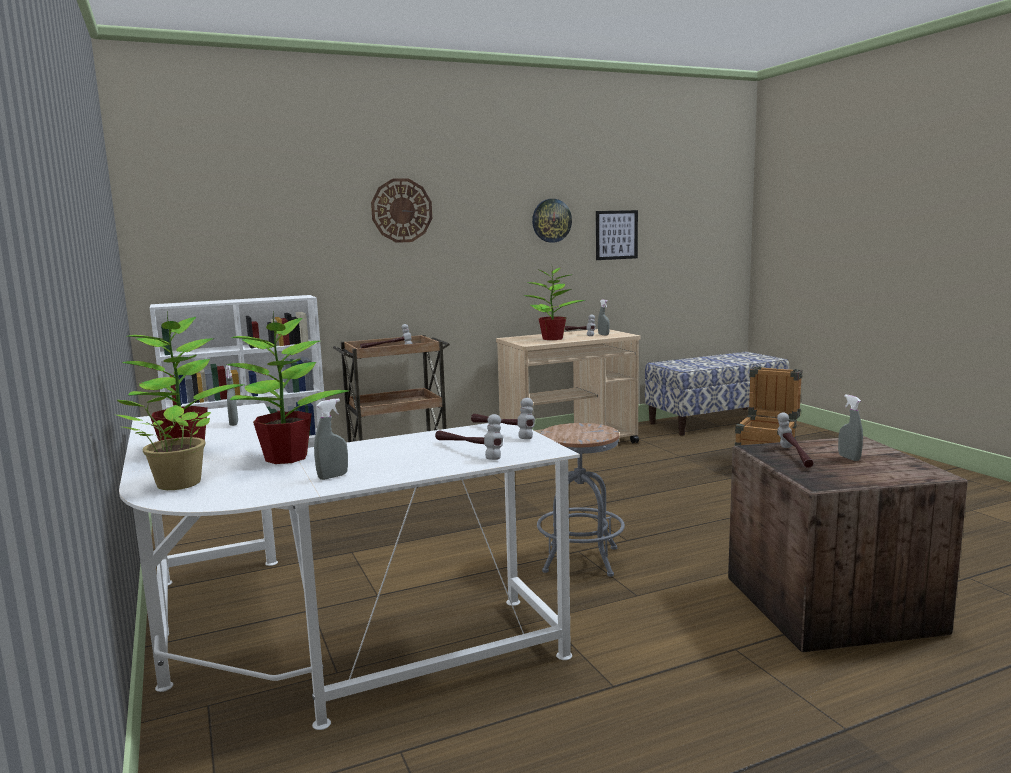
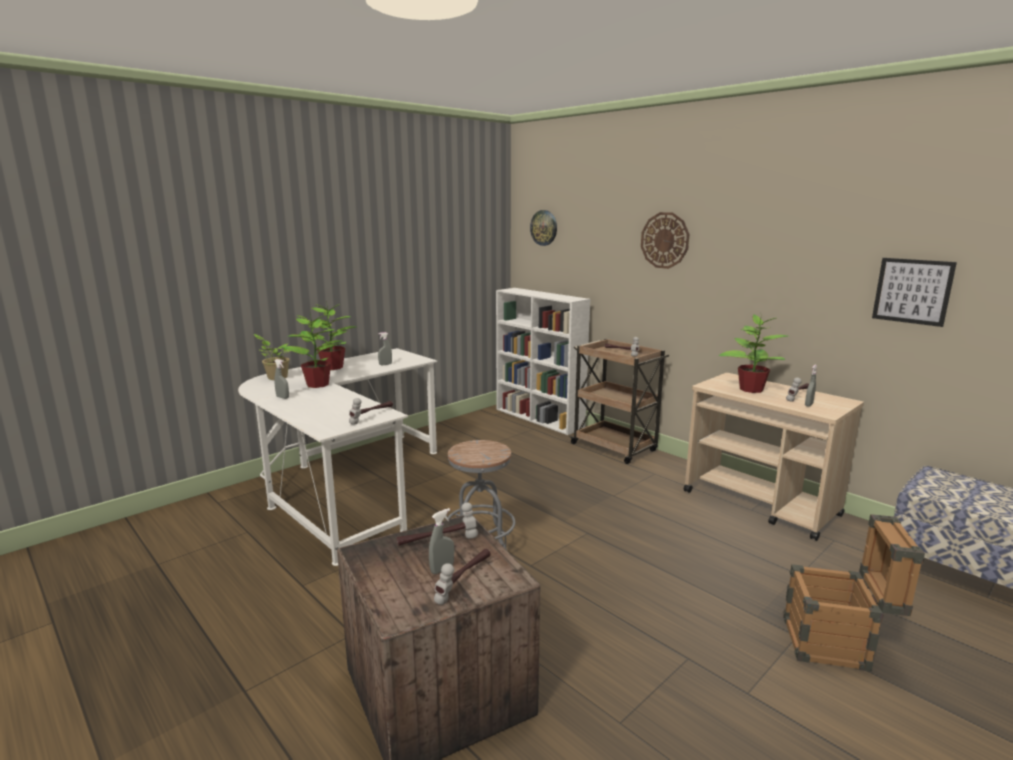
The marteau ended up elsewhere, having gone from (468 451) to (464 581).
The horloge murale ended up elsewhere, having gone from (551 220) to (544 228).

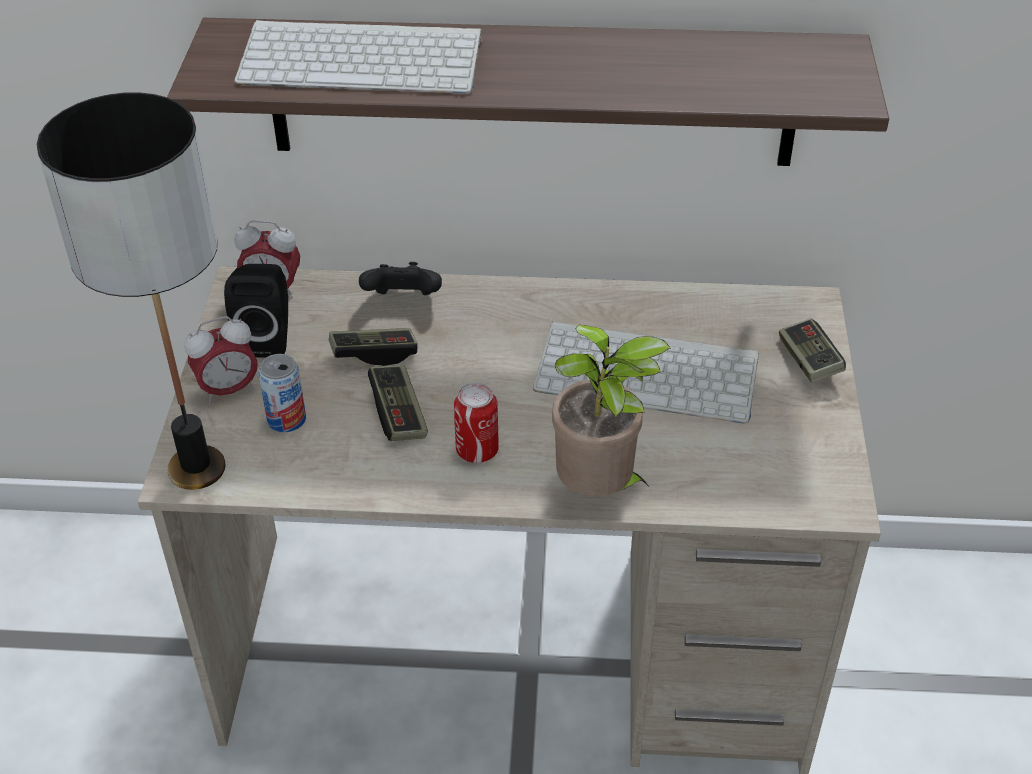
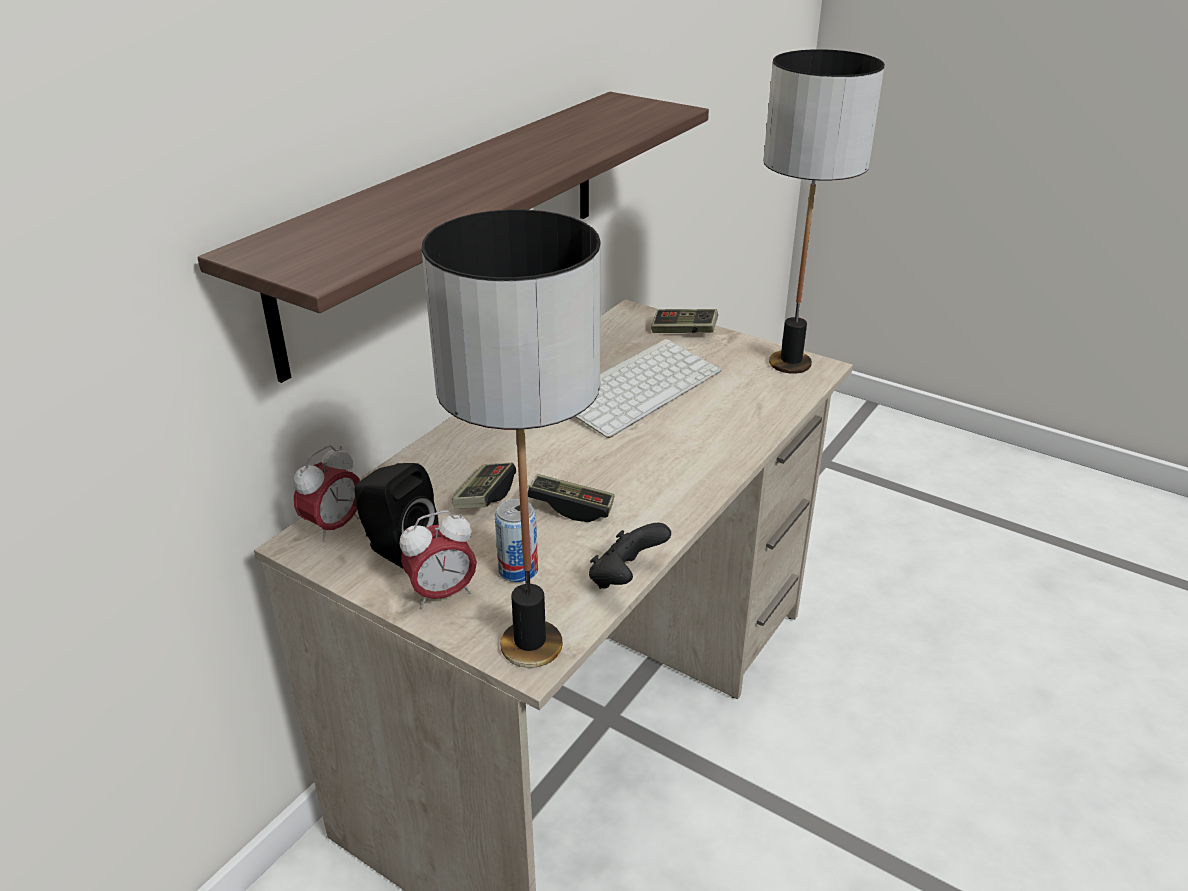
The second view lost the clavier at (365 59).
The second view lost the boîte métallique at (477 450).
The second view lost the plante en pot at (599 491).
The second view gained the lampe de table at (791 364).
The manette (noir) ended up elsewhere, having gone from (403 300) to (625 578).
The réveil at (228 390) ended up facing another way, 60 degrees clockwise from before.

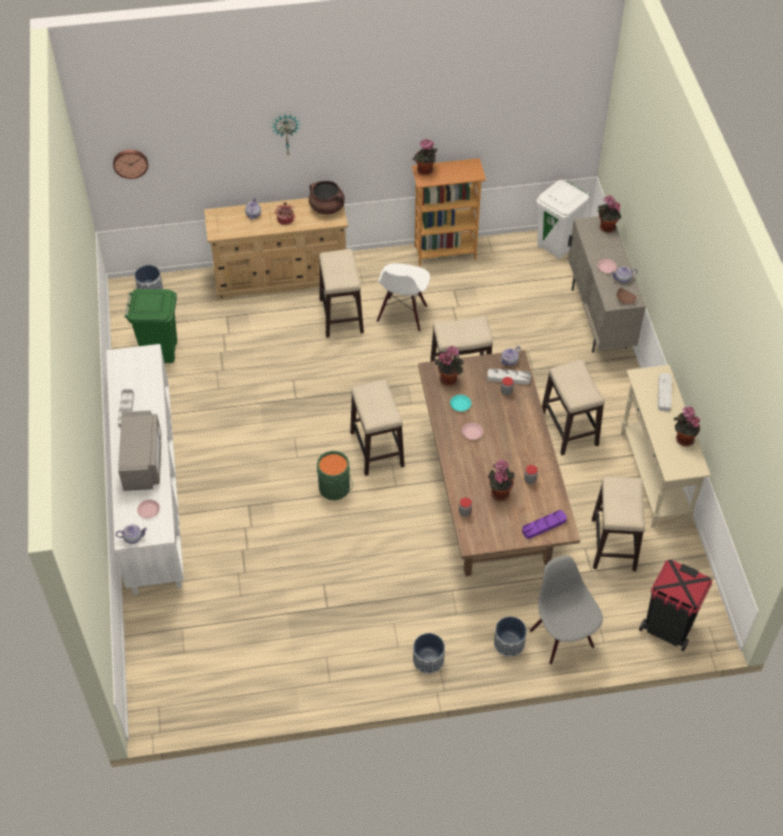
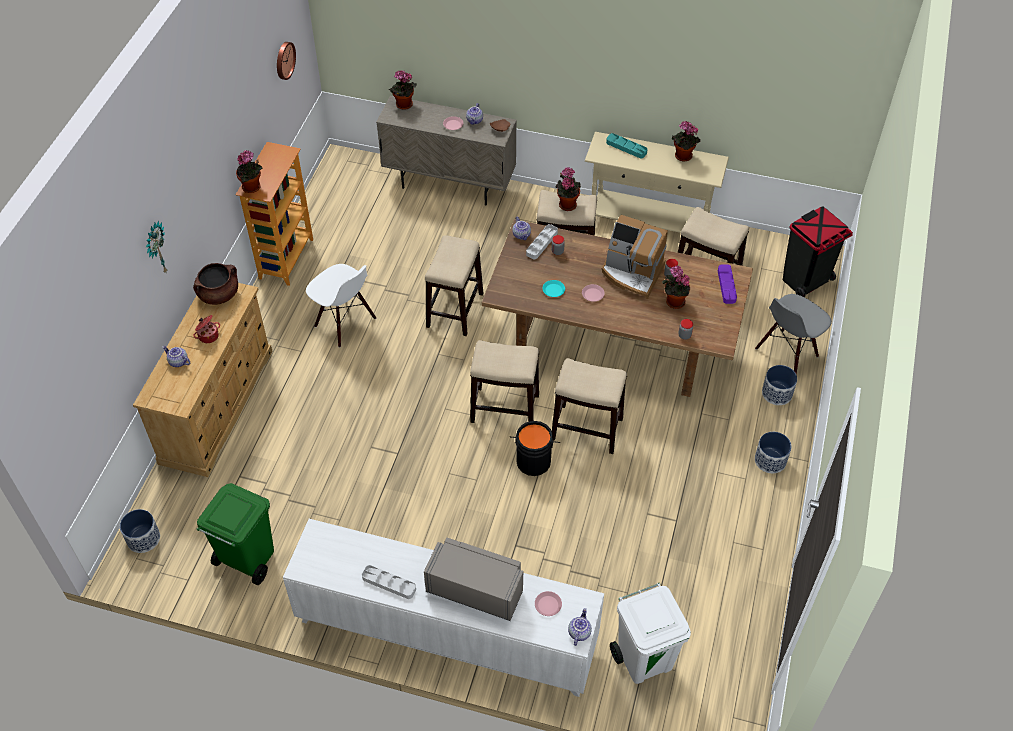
The second view gained the machine à café at (632 273).
The horloge murale ended up elsewhere, having gone from (130 162) to (284 60).
The tabouret ended up elsewhere, having gone from (341 315) to (586 429).
The plante en pot ended up elsewhere, having gone from (449 378) to (567 204).
The poubelle (blanc) ended up elsewhere, having gone from (557 246) to (645 659).
What was the seau (vert) at (336 487) turned into the seau (noir) at (534 460).
What was the plateau (gris) at (664 394) turned into the plateau (turquoise) at (626 147).
The chaise (gris) at (562 638) ended up facing another way, 45 degrees counterclockwise from before.

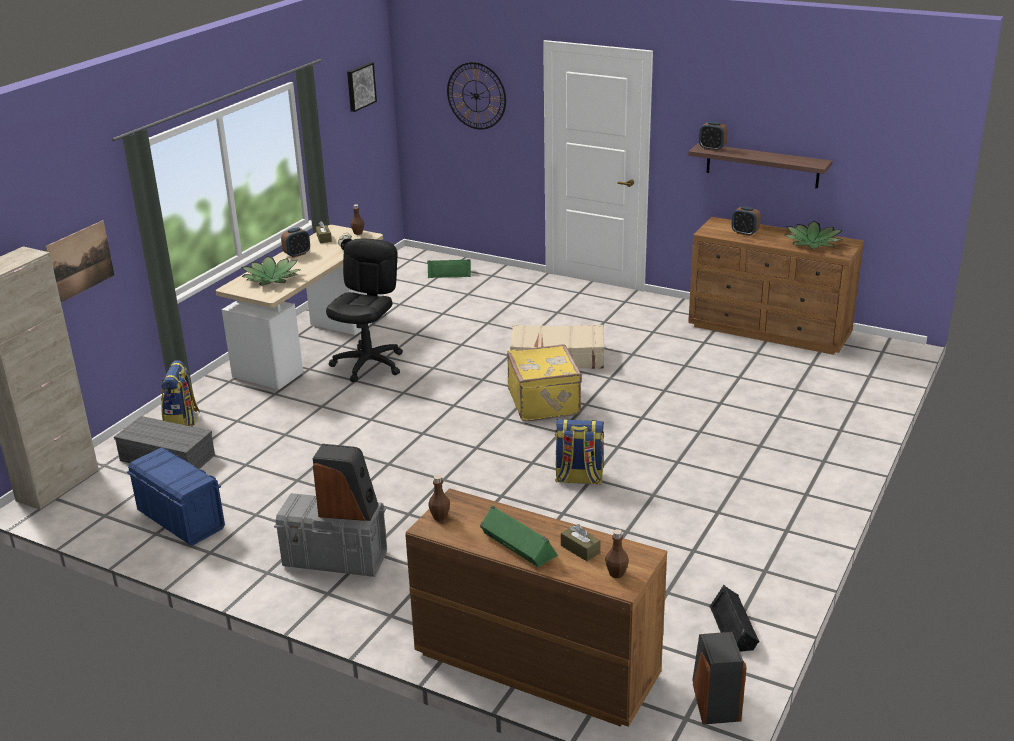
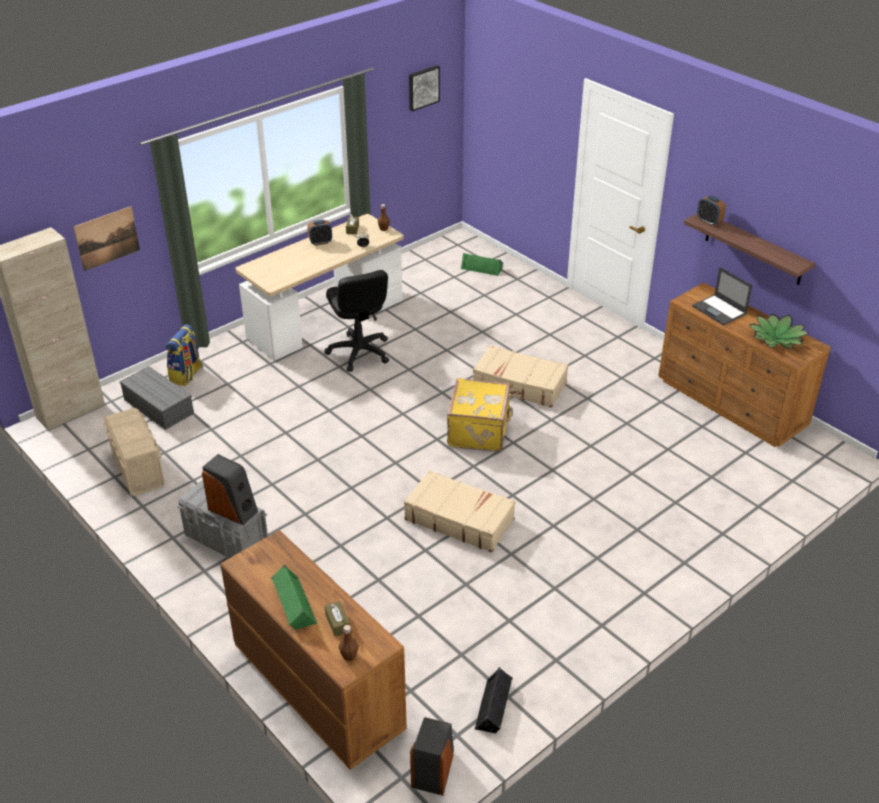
The second view lost the plante en pot at (272 278).
The second view lost the bouteille (marron) at (440 517).
The second view lost the horloge murale at (476 96).
Where the sac à dos stood at (578 479), the valise (beige) came to stand at (459 519).
Where the réveil stood at (744 233), the ordinateur portable came to stand at (720 310).
What was the boîte de rangement (bleu) at (181 519) turned into the boîte de rangement (beige) at (138 469).
The chaise de bureau (noir) at (369 364) ended up facing another way, 120 degrees clockwise from before.

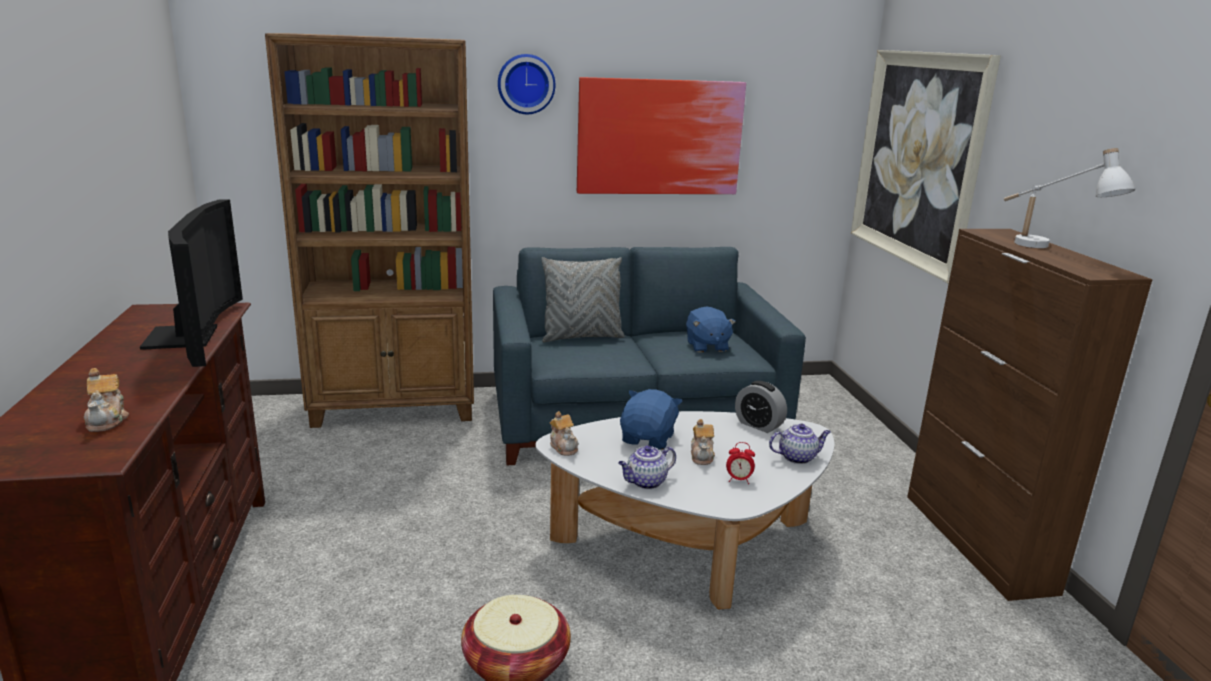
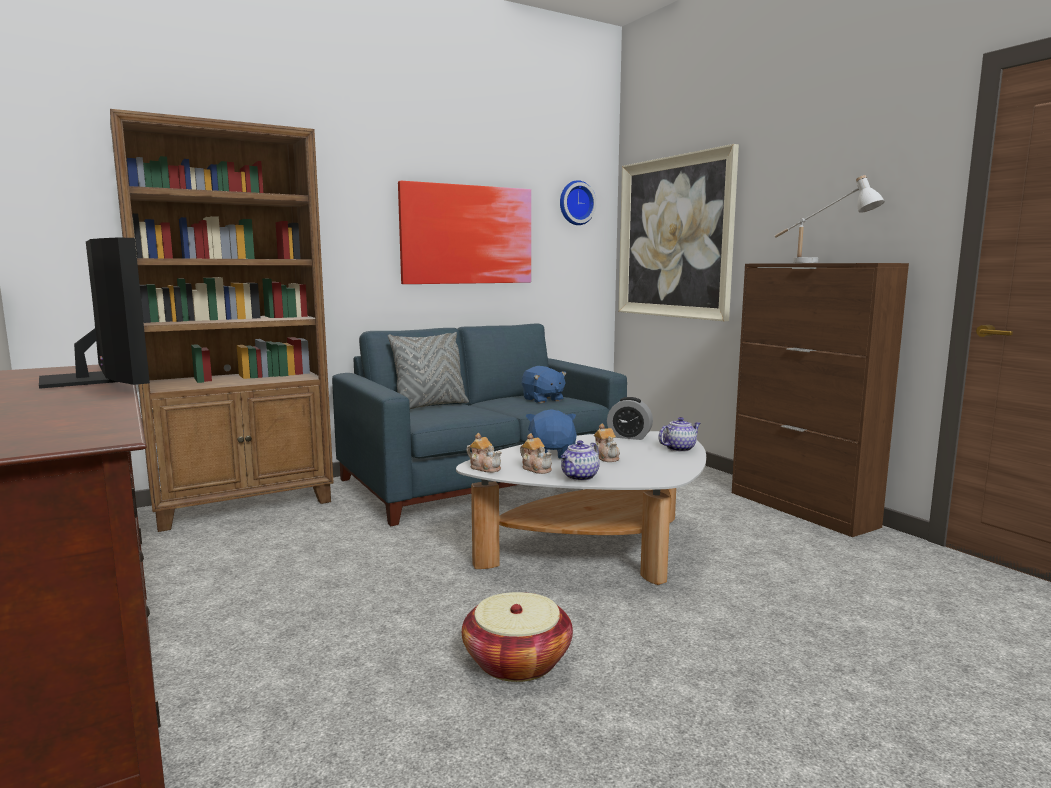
The second view lost the réveil at (739 480).
The théière ended up elsewhere, having gone from (108 420) to (536 469).
The horloge murale ended up elsewhere, having gone from (526 84) to (575 203).

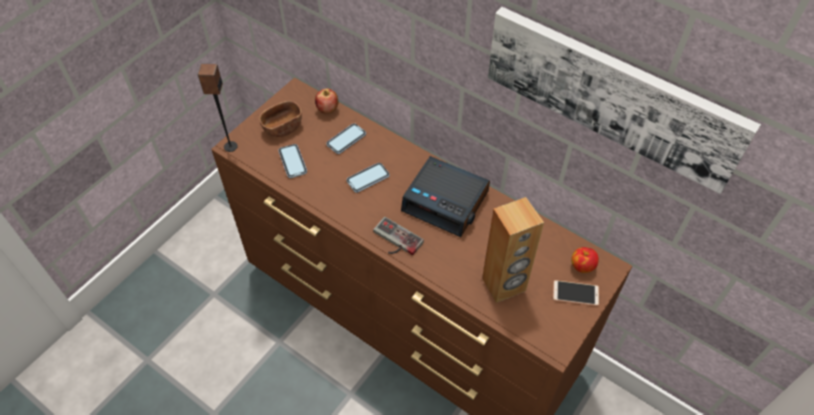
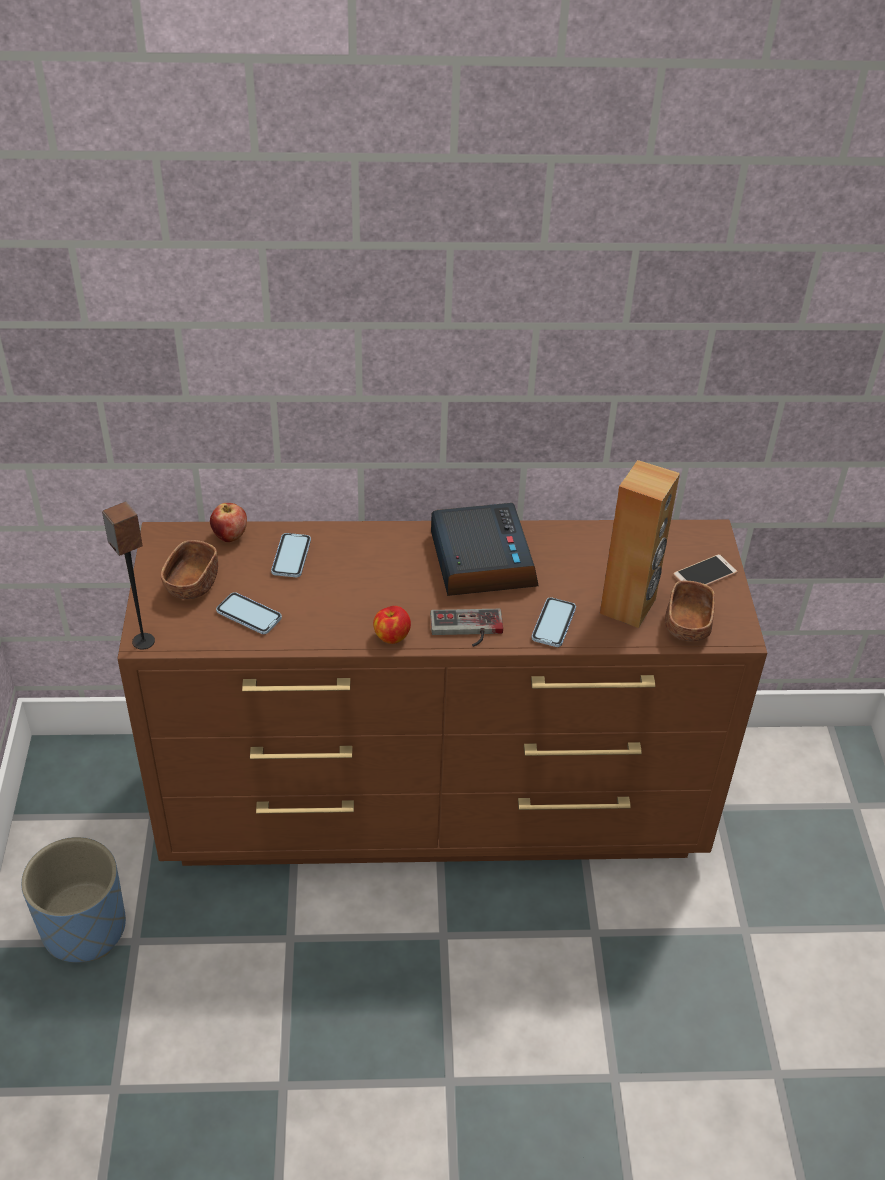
The second view lost the tableau at (612 94).
The second view gained the cache-pot (bleu) at (84 928).
The second view gained the bol (marron) at (687 625).
The téléphone ended up elsewhere, having gone from (368 178) to (553 624).
The pomme ended up elsewhere, having gone from (582 266) to (391 636).
The réveil at (446 201) ended up facing another way, 90 degrees counterclockwise from before.

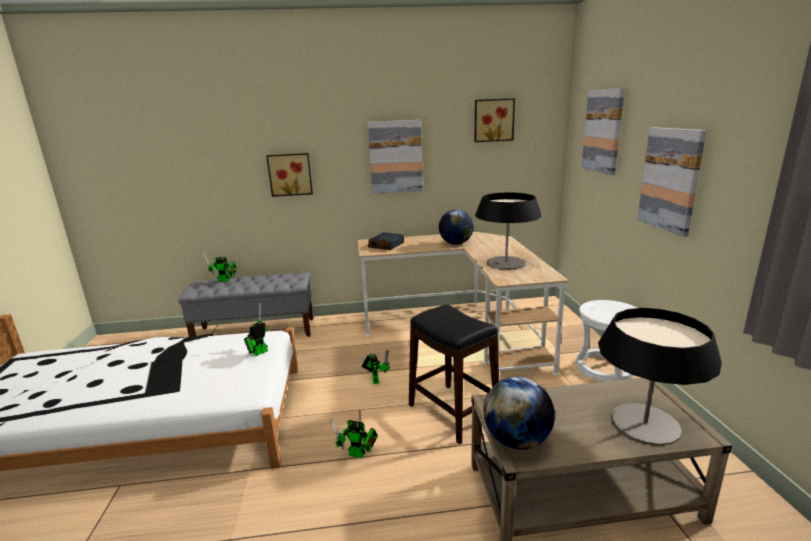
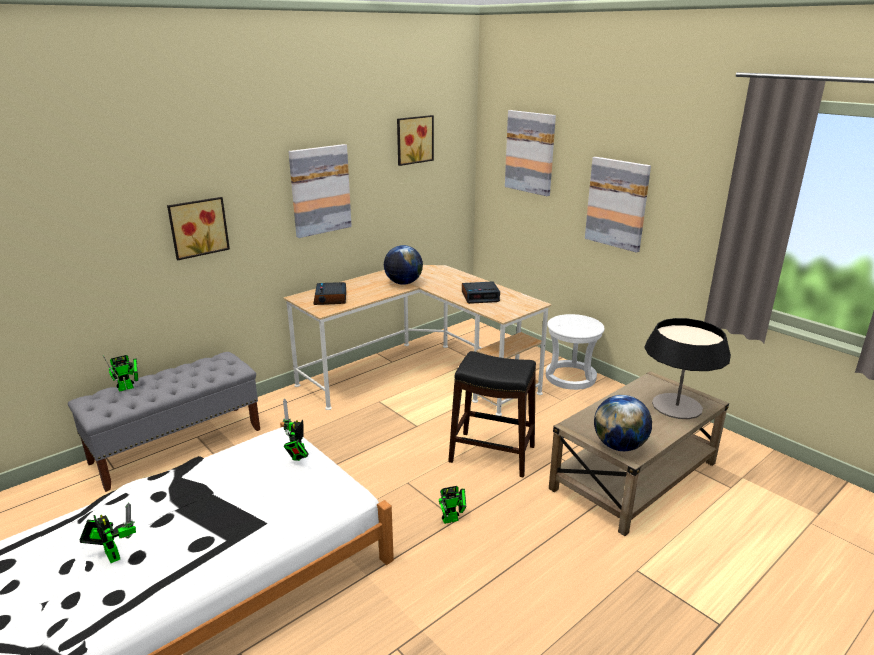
The robot jouet ended up elsewhere, having gone from (375 379) to (111 553).
Where the lampe de table stood at (506 263), the réveil came to stand at (480 297).

